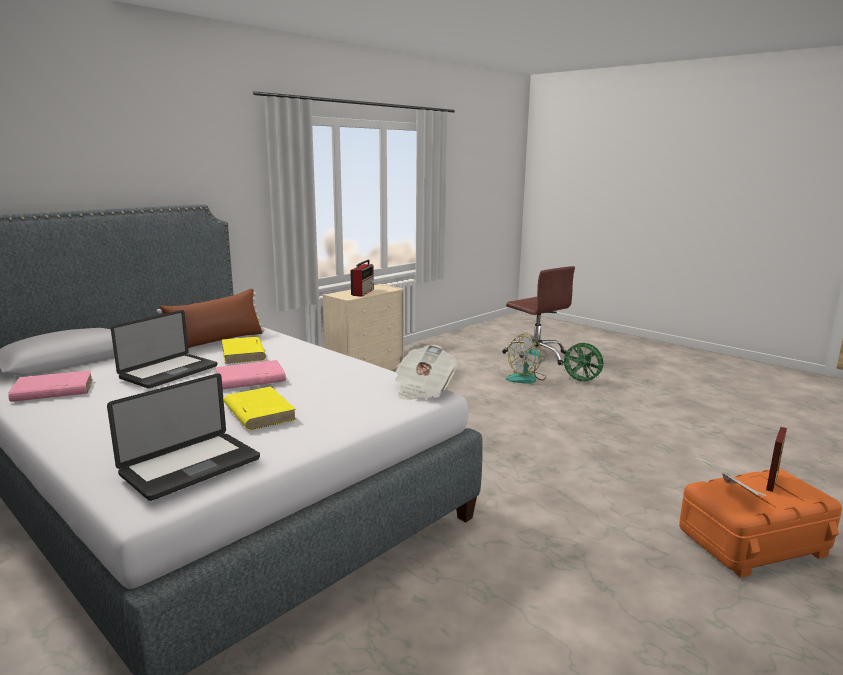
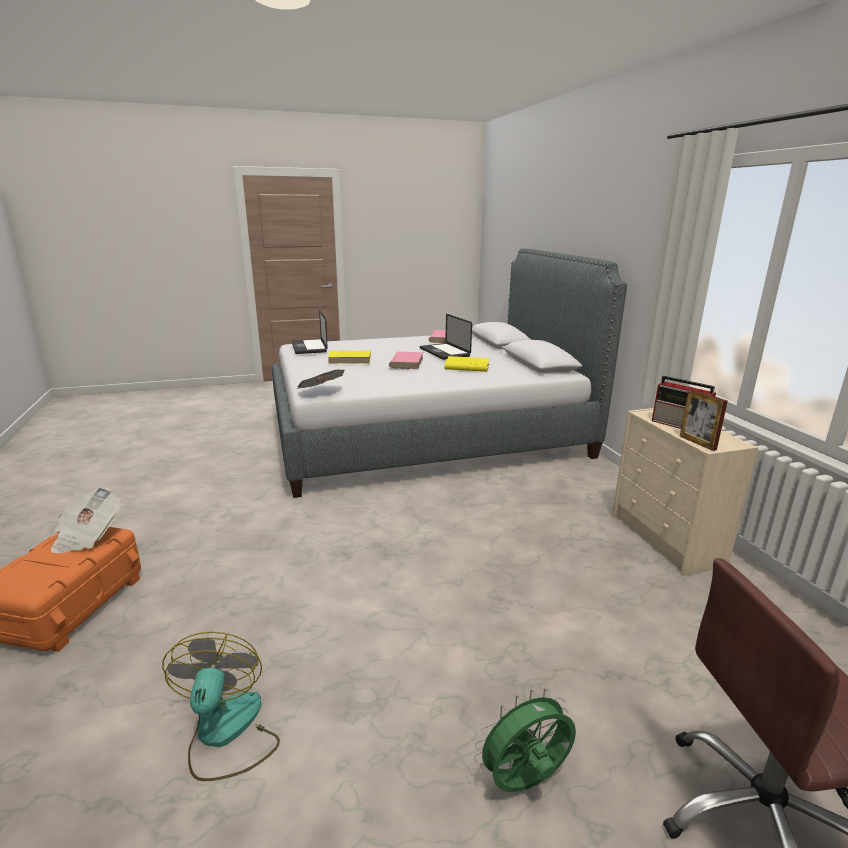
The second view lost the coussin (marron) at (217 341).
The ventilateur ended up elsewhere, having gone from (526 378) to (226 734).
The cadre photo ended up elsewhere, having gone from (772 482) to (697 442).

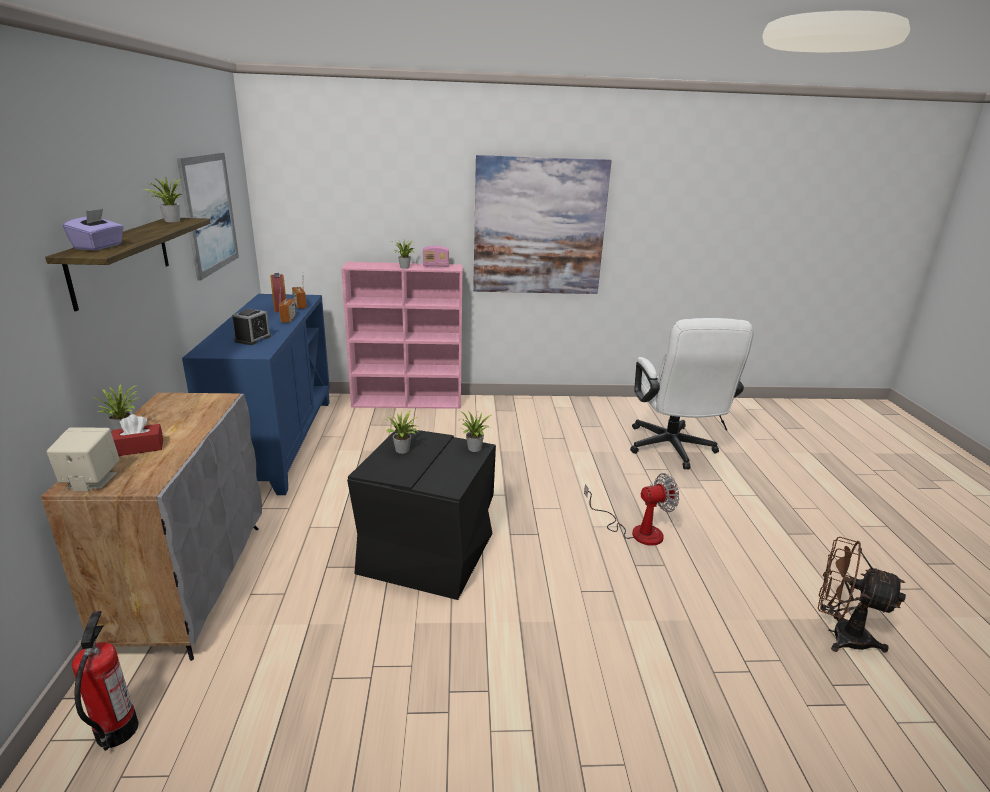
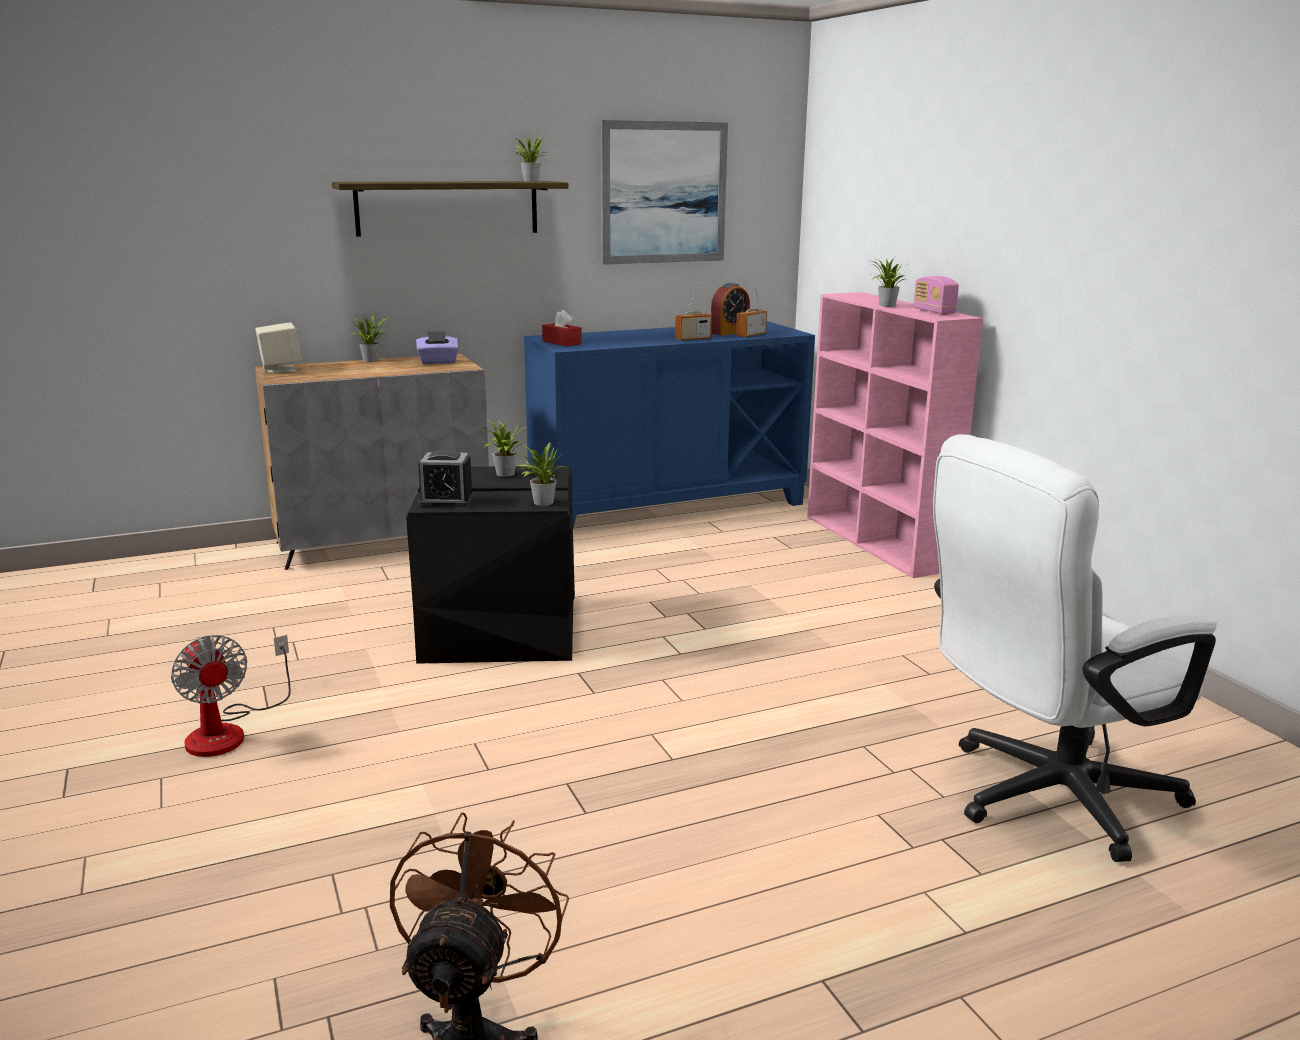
The second view lost the extincteur at (116 731).
The second view lost the tableau at (539 227).
The boîte à mouchoirs (violet) ended up elsewhere, having gone from (99 247) to (438 362).
The boîte à mouchoirs (rouge) ended up elsewhere, having gone from (138 448) to (561 342).
The réveil ended up elsewhere, having gone from (253 339) to (446 501).
The ventilateur ended up elsewhere, having gone from (636 531) to (229 731).

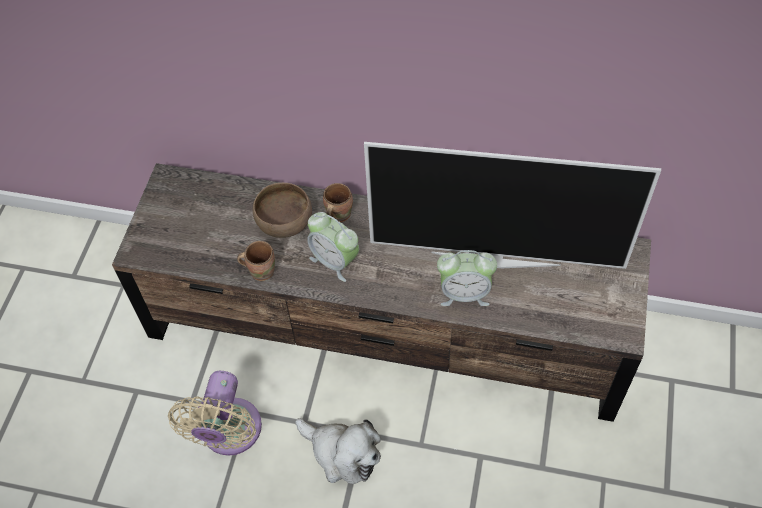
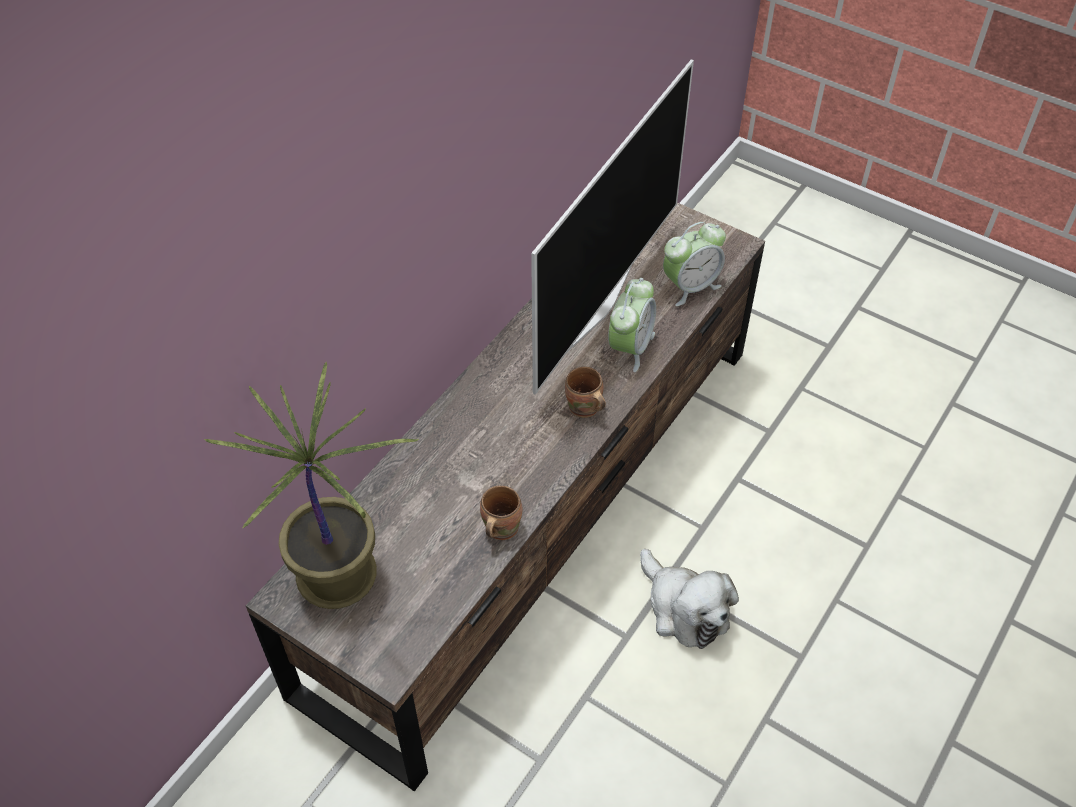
The second view lost the ventilateur (beige) at (229 434).
The second view lost the bol (marron) at (285 222).
The second view gained the plante en pot at (340 578).
The réveil ended up elsewhere, having gone from (335 261) to (690 286).
The mug (marron) ended up elsewhere, having gone from (337 214) to (584 409).
The peluche at (342 454) ended up facing another way, 90 degrees clockwise from before.

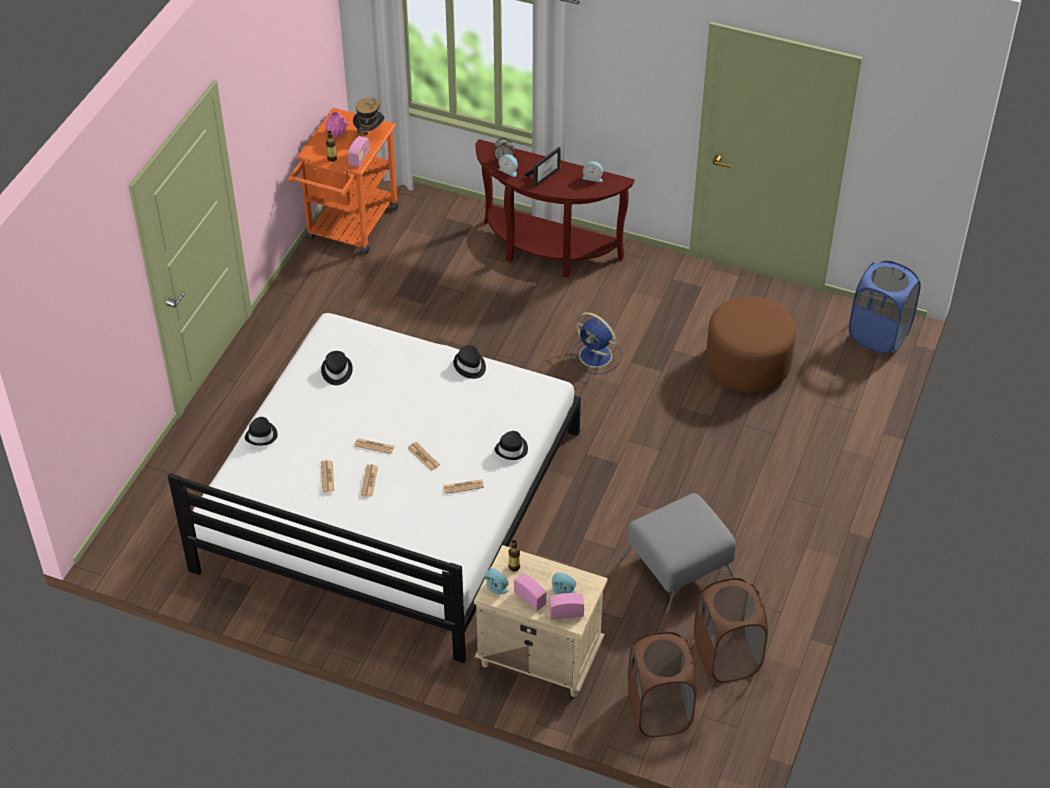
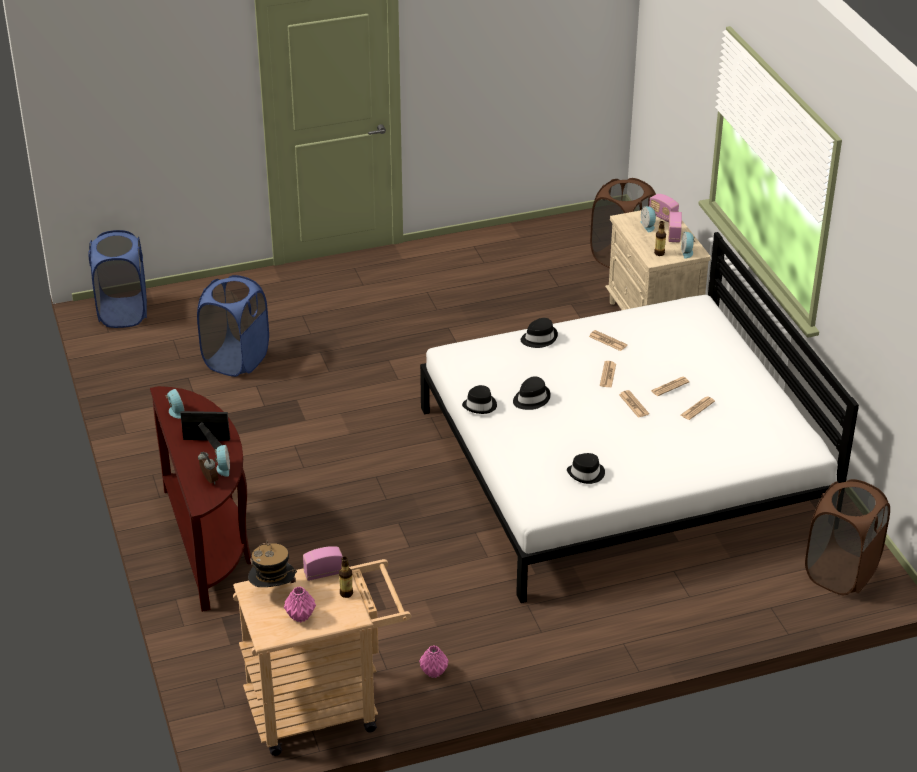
The second view lost the ventilateur (bleu) at (596 356).
The second view lost the pouf (gris) at (677 567).
The second view gained the vase (rose) at (434 672).
The chapeau (noir) ended up elsewhere, having gone from (262 435) to (531 399).
The panier à linge (marron) ended up elsewhere, having gone from (726 657) to (841 573).
Where the pouf (marron) stood at (748 365), the panier à linge (bleu) came to stand at (236 360).
What was the chariot (orange) at (349 228) turned into the chariot (beige) at (324 707).

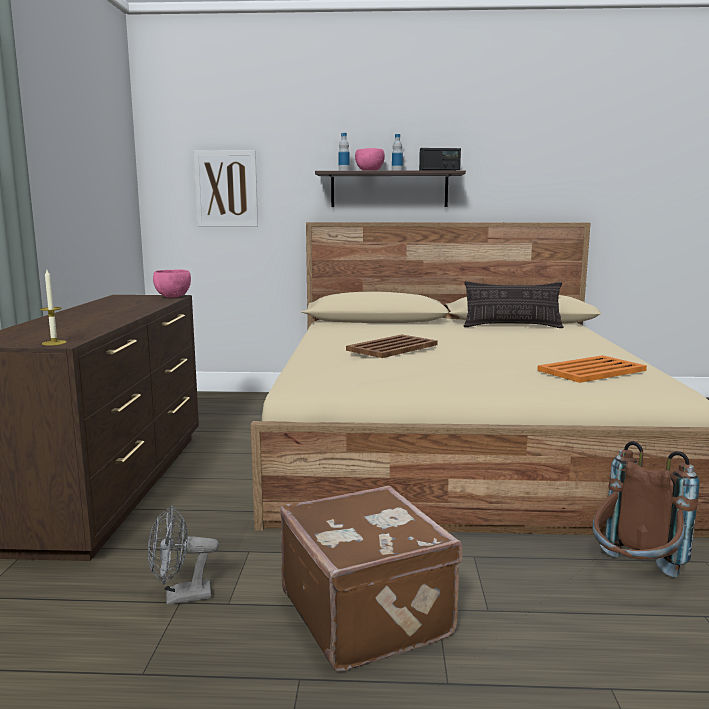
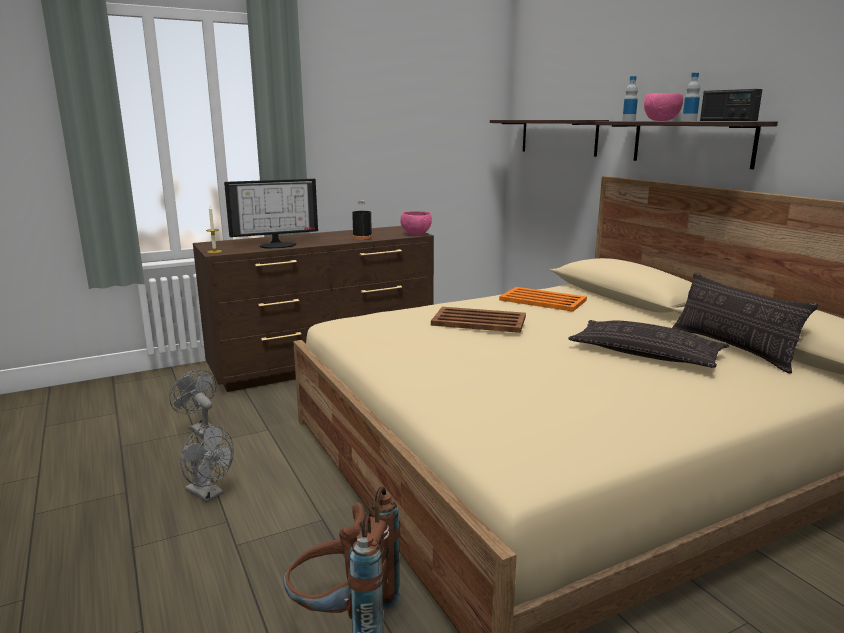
The second view gained the écran d'ordinateur at (278 245).
The second view gained the bouteille (noir) at (362 238).
The second view gained the coussin at (645 353).
The plateau (orange) ended up elsewhere, having gone from (592 370) to (543 300).
Where the tableau hung at (226 189), the étagère came to hang at (558 137).
Where the valise (marron) stood at (367 613), the ventilateur (gris) came to stand at (209 494).

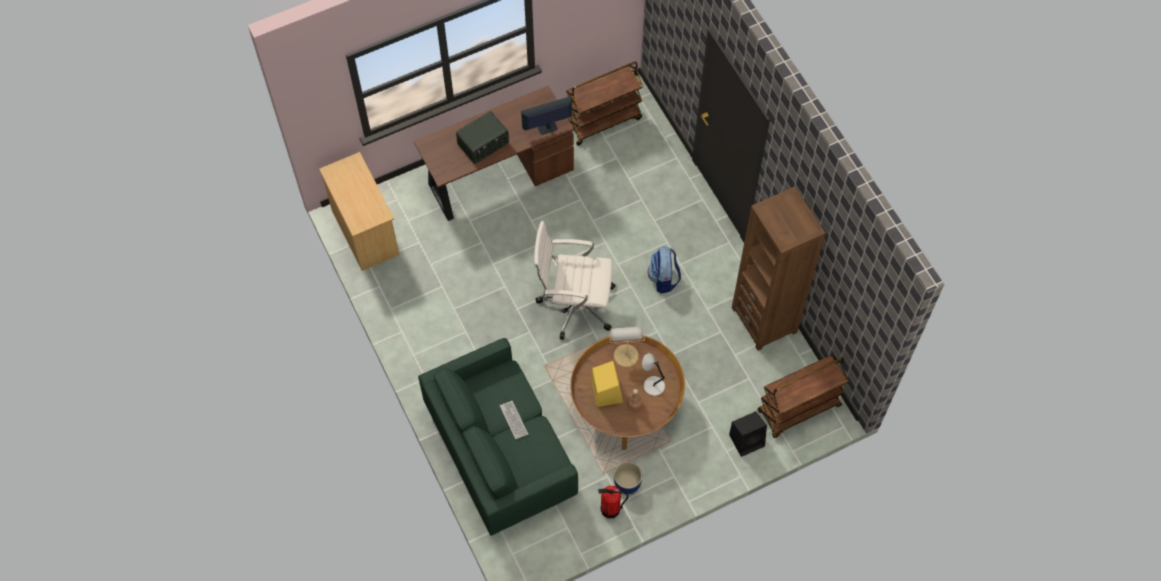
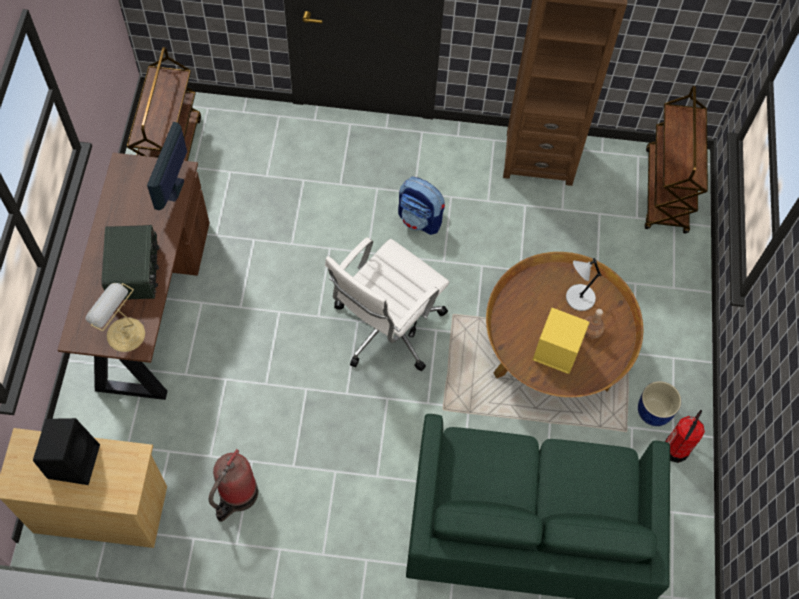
The second view lost the clavier at (514 420).
The second view gained the extincteur at (237 496).
The lampe de table ended up elsewhere, having gone from (625 354) to (124 333).
The enceinte (noir) ended up elsewhere, having gone from (747 440) to (73 460).

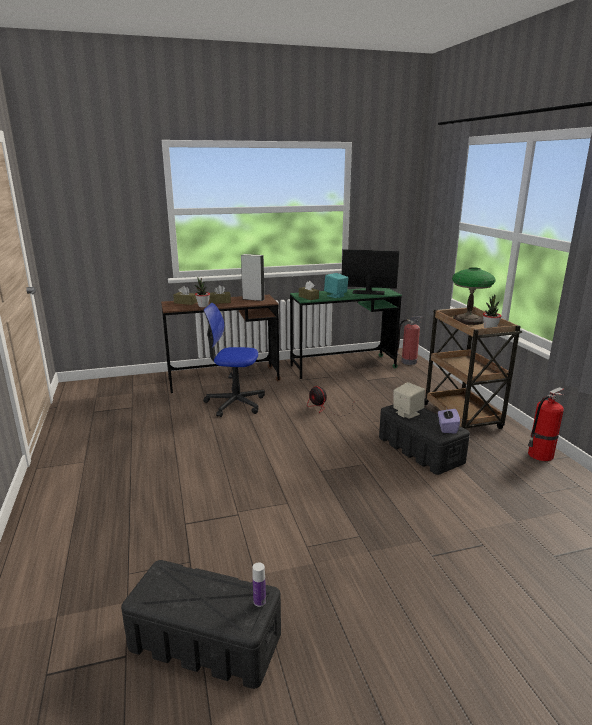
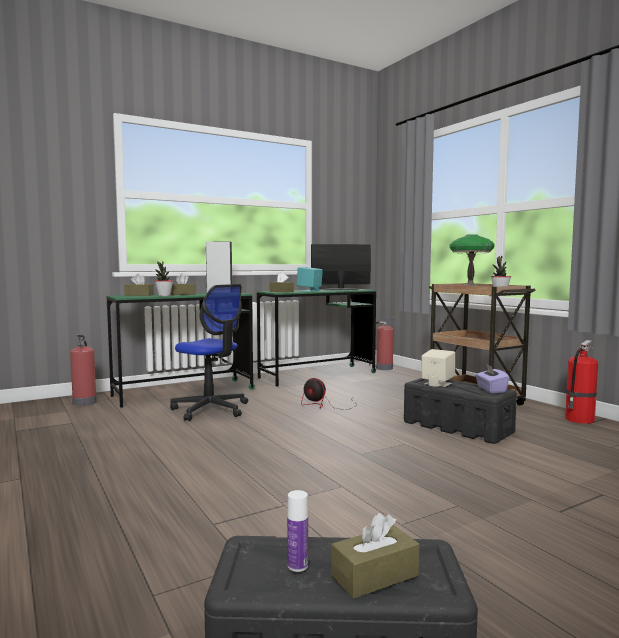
The second view gained the extincteur at (85 402).
The second view gained the boîte à mouchoirs (marron) at (375 575).
The bouteille ended up elsewhere, having gone from (259 601) to (297 565).
What was the bureau (marron) at (223 379) turned into the bureau (vert) at (184 392).
The chaise de bureau at (235 403) ended up facing another way, 135 degrees counterclockwise from before.

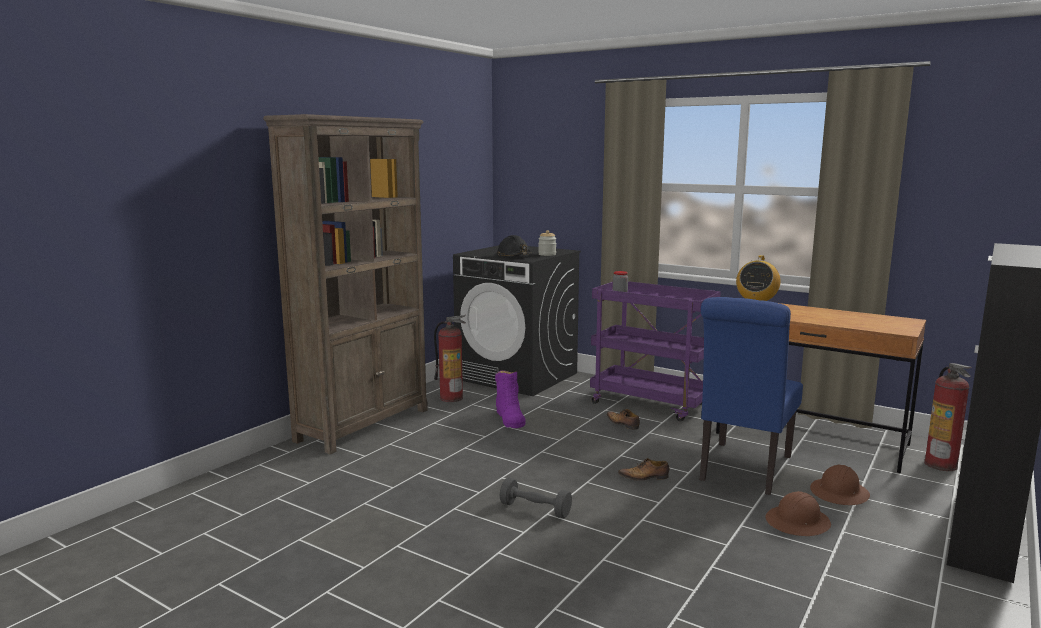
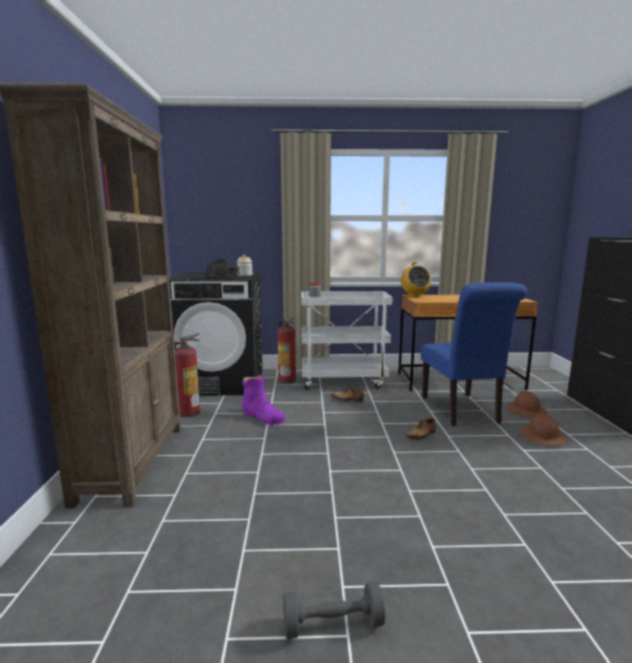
The haltère (gris) ended up elsewhere, having gone from (535 509) to (333 624).
The extincteur ended up elsewhere, having gone from (941 465) to (287 380).
What was the chariot (violet) at (652 404) turned into the chariot (blanc) at (344 381).

